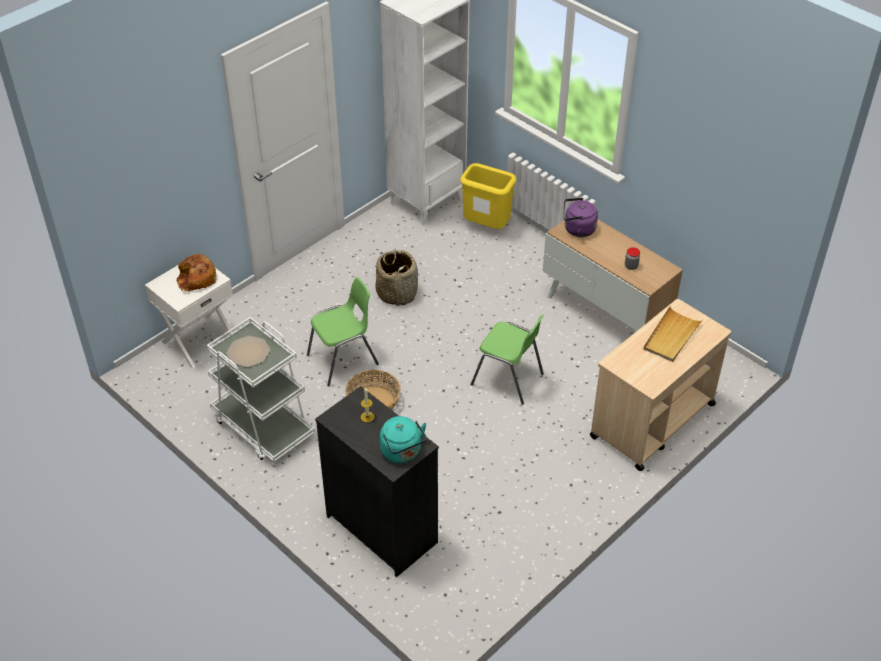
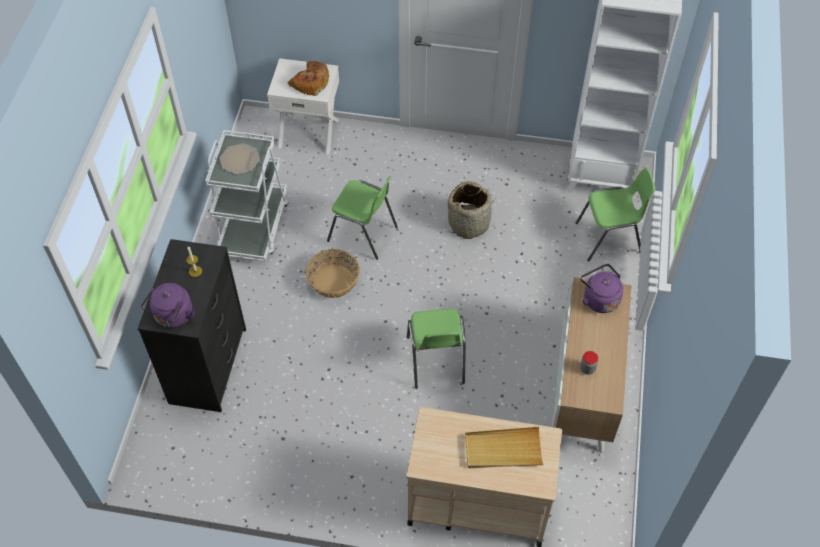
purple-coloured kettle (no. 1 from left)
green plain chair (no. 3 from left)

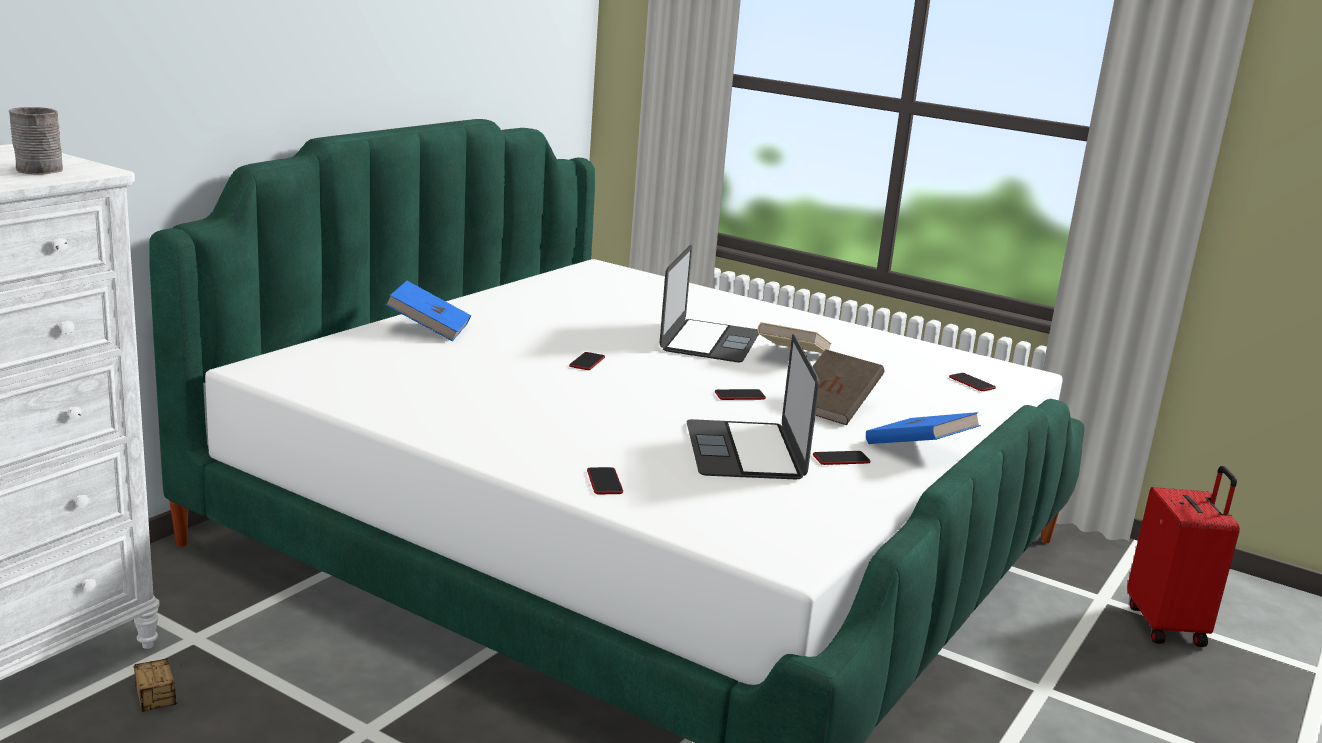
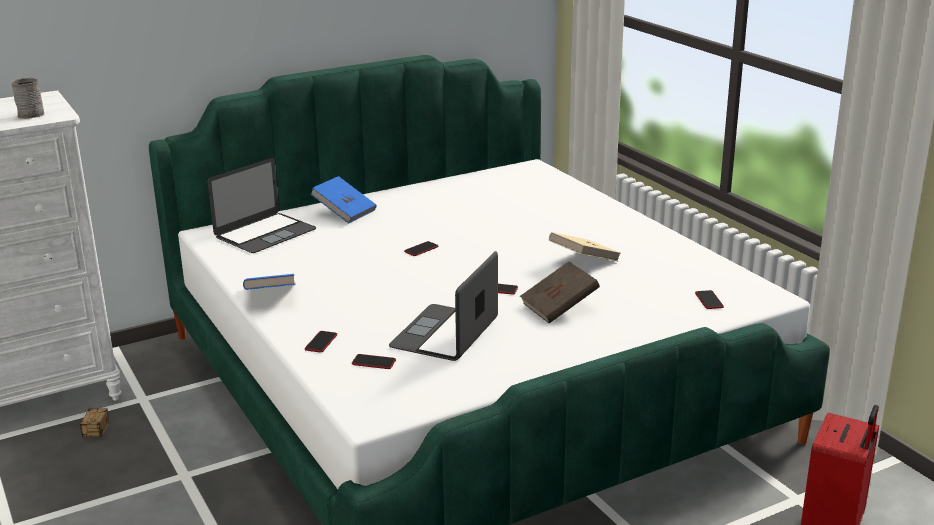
notebook computer (no. 1 from left)
blue bound book (no. 1 from left)
handset (no. 2 from left)

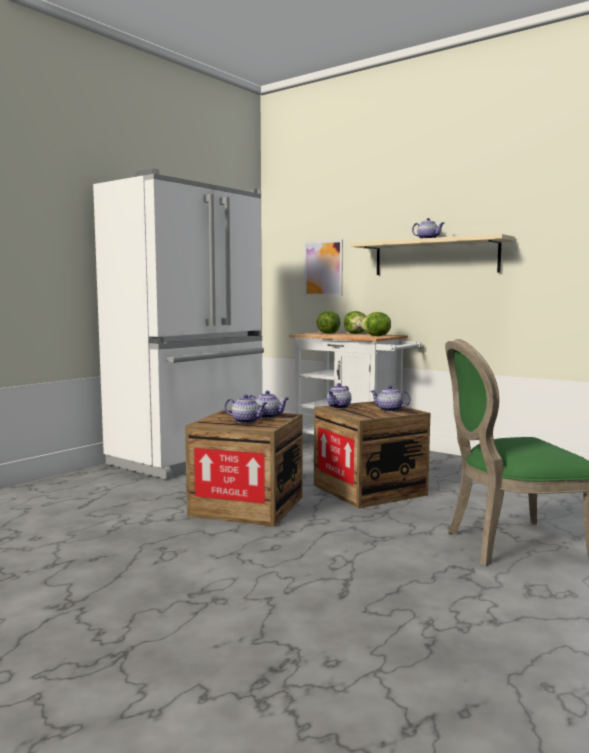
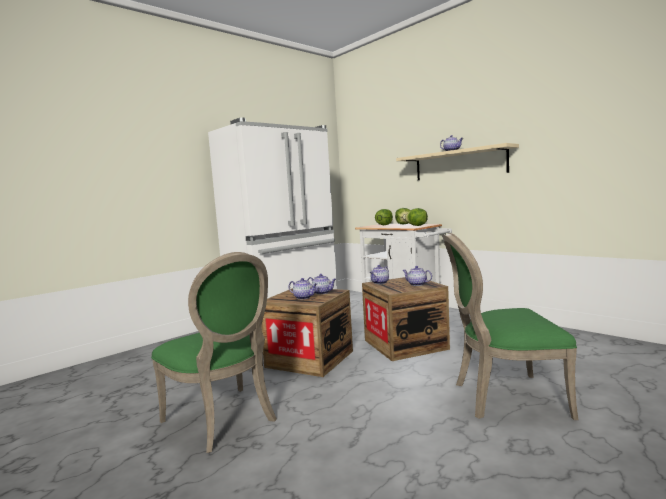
green plain chair (no. 1 from left)
wall art

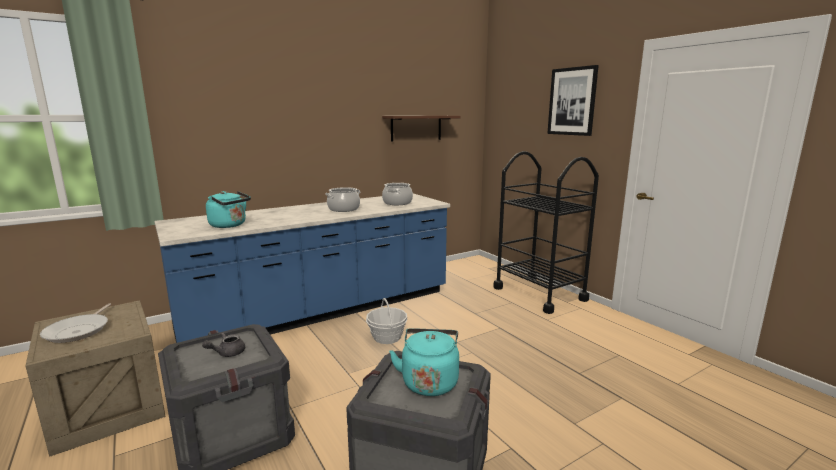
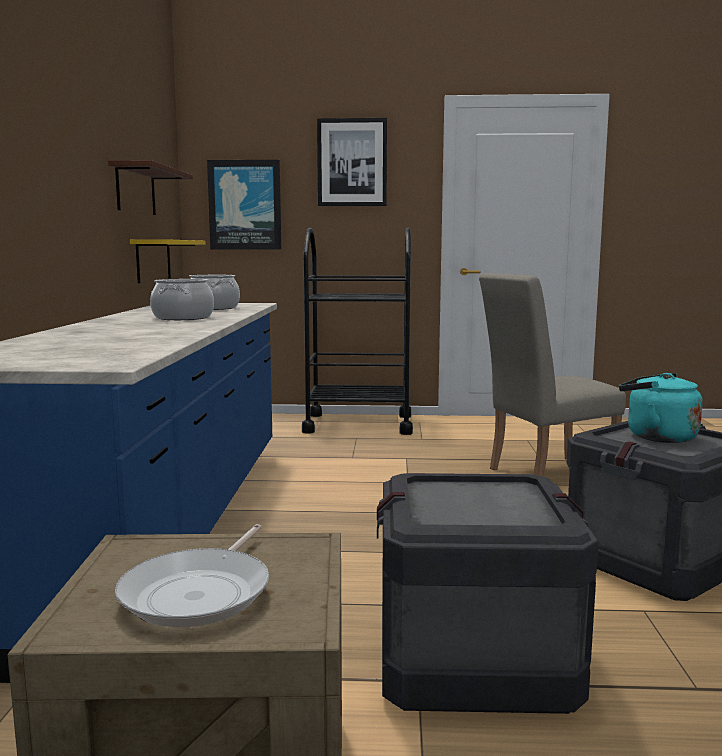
skillet
yellowish wall shelf
wall art (no. 1 from left)
beige plain chair
greyish pot for tea
blue-green kettle (no. 1 from left in the first image)
household basket

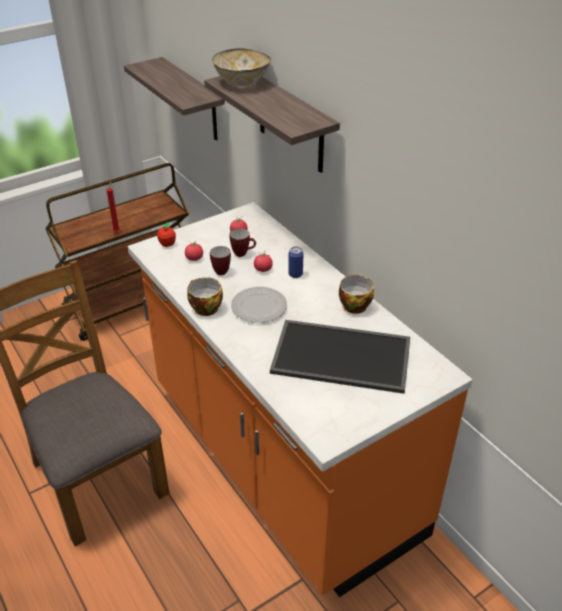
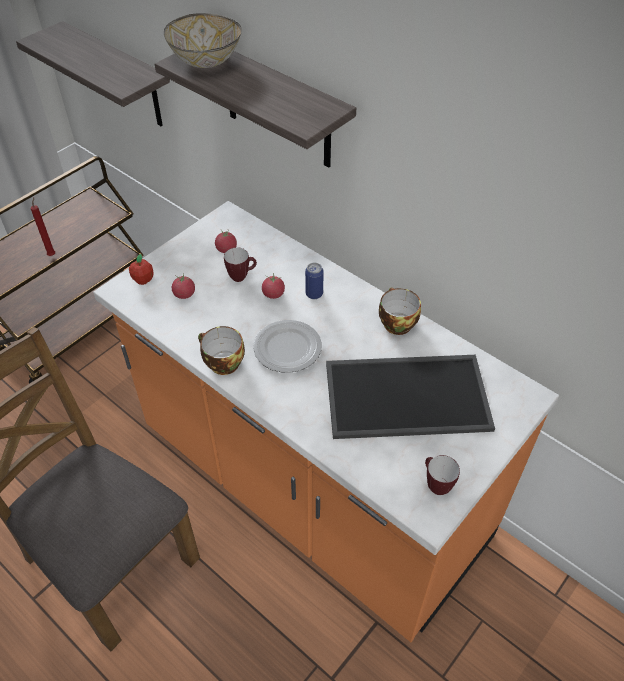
tea mug (no. 2 from left)

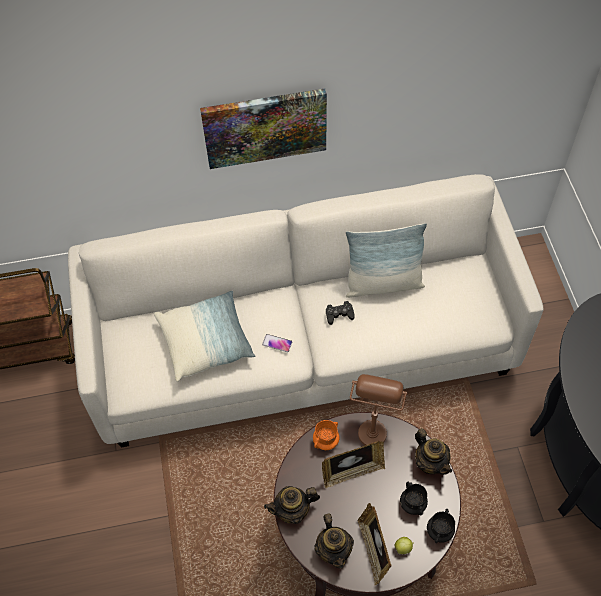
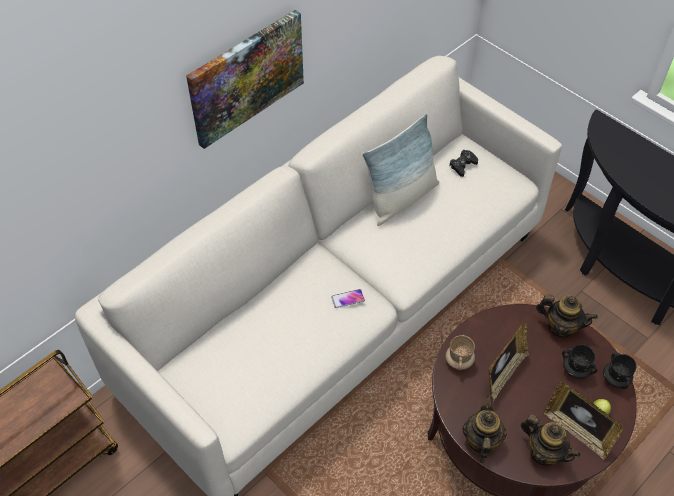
beige tea mug
black gamepad
pot for tea (no. 1 from left)
cushion (no. 1 from left in the first image)
brownish table lamp

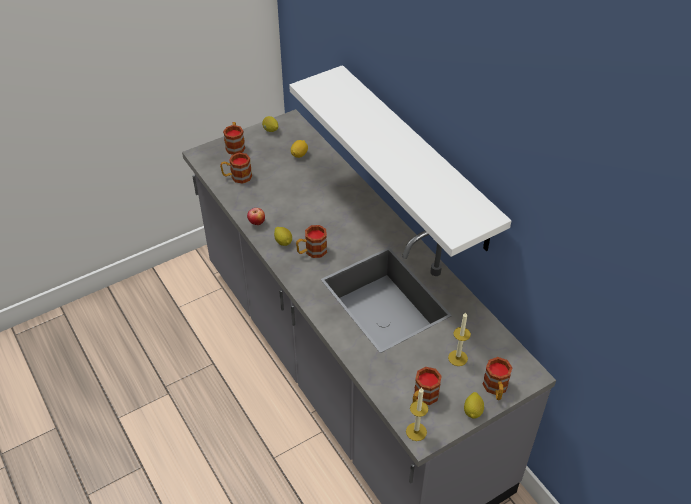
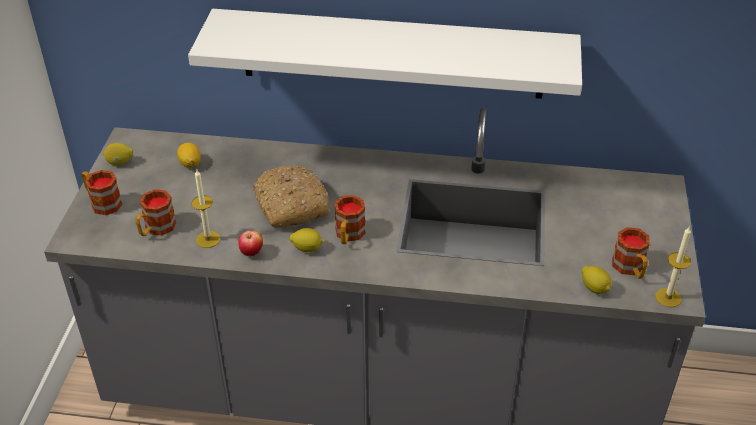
candle (no. 1 from left)
bakery bread
citrus fruit (no. 4 from left)
tea mug (no. 5 from left in the first image)

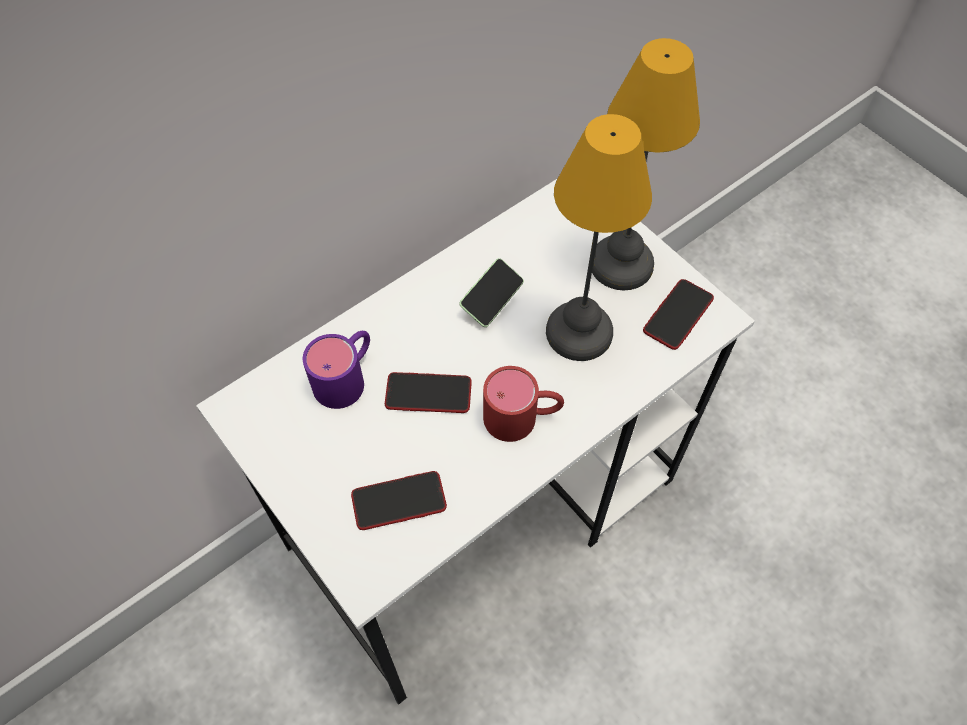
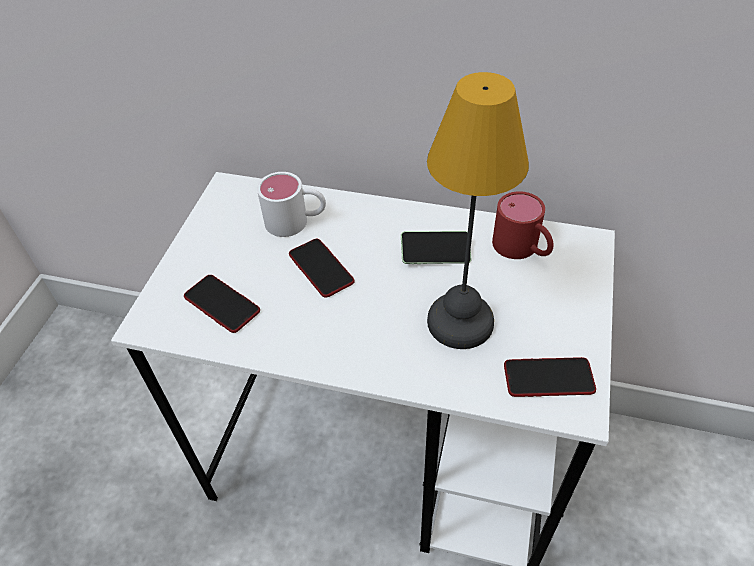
white-coloured tea mug
red tea mug
table lamp (no. 2 from left in the first image)

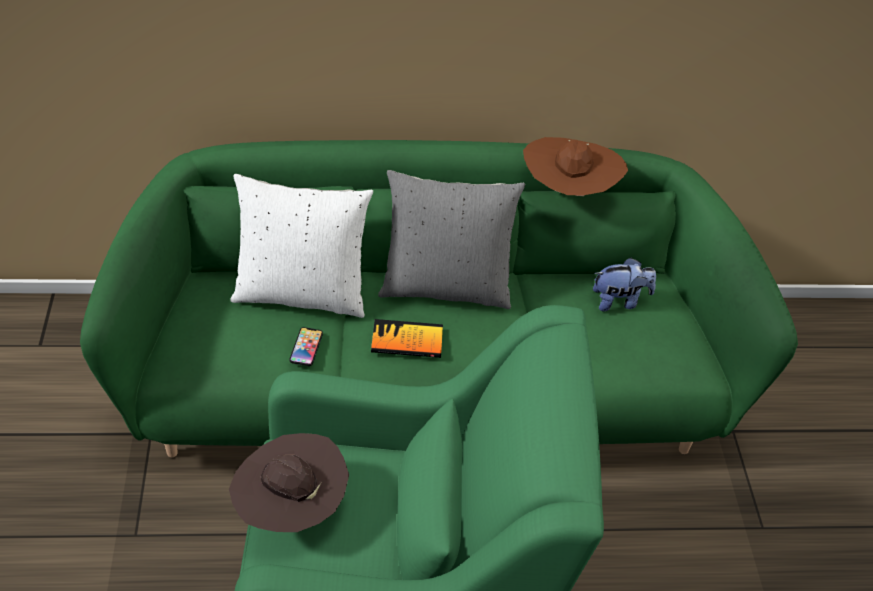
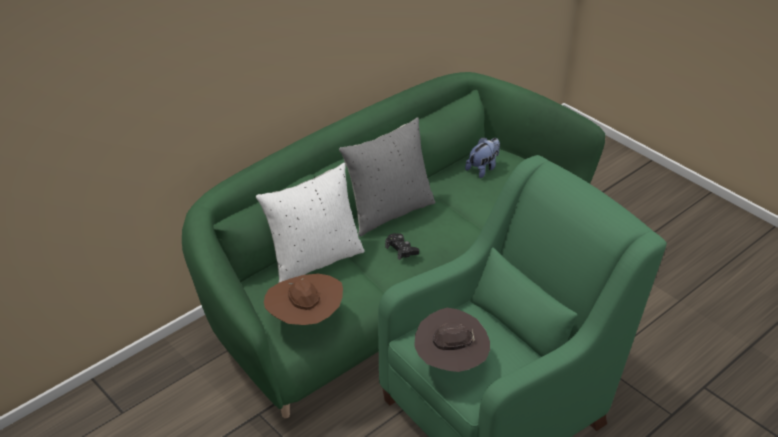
brownish hat (no. 1 from left)
black gamepad
handset

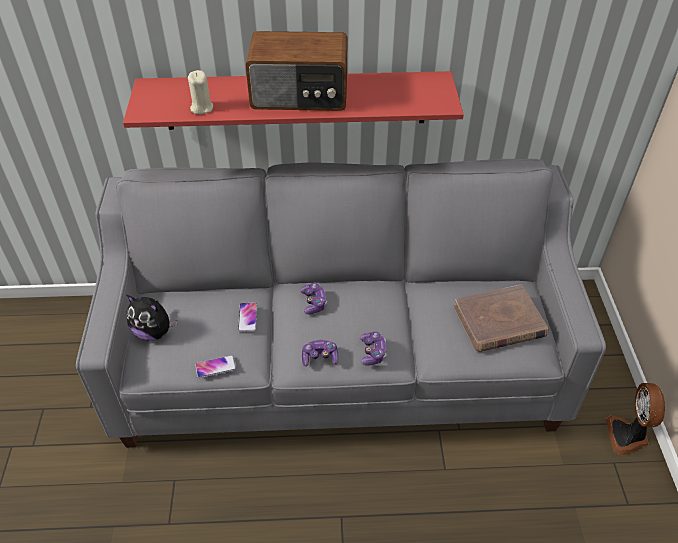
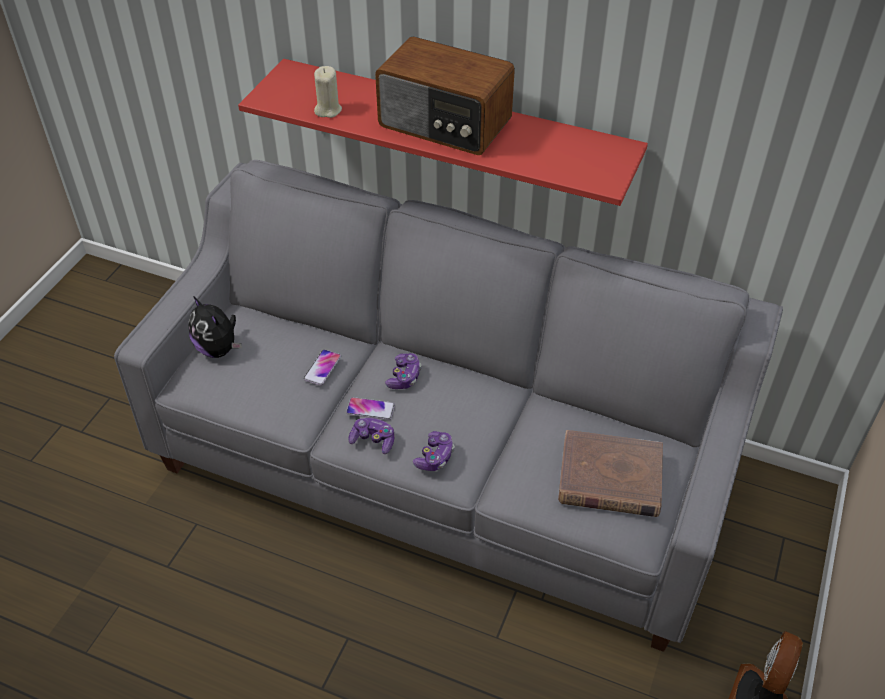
handset (no. 2 from left)

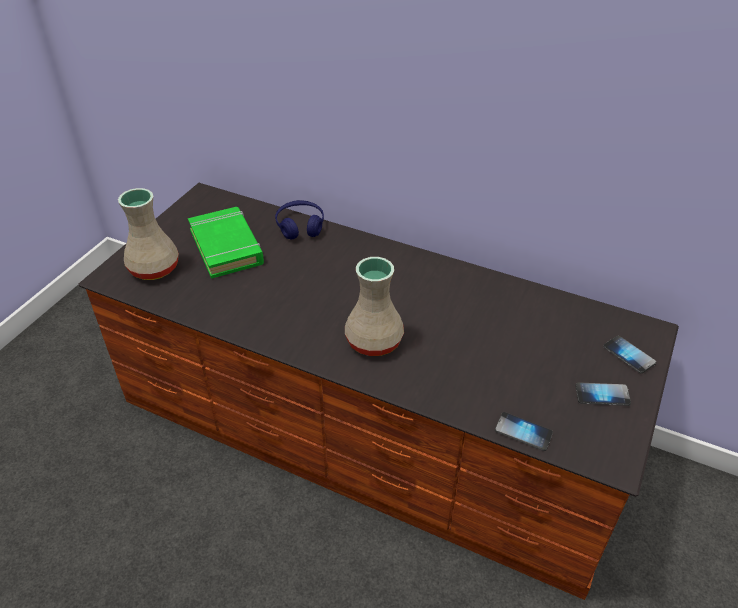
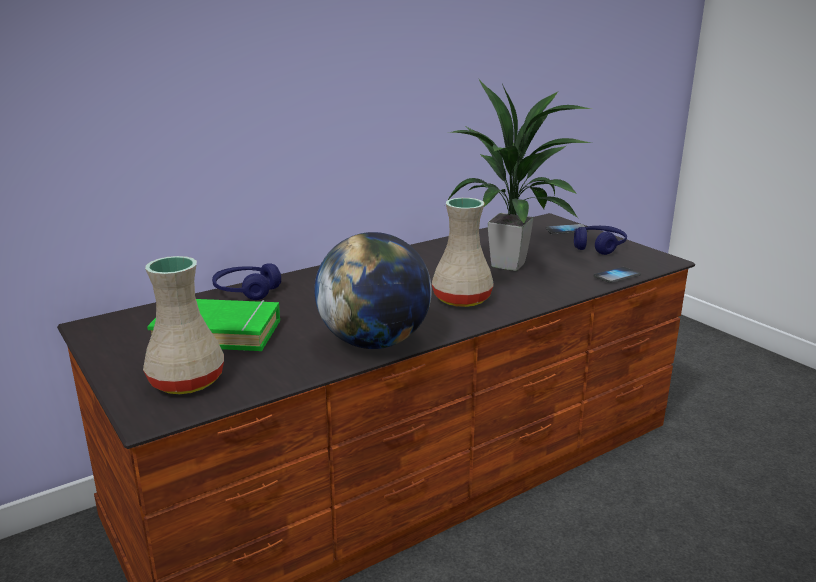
desk globe
potted plant
blue headphones (no. 2 from left)

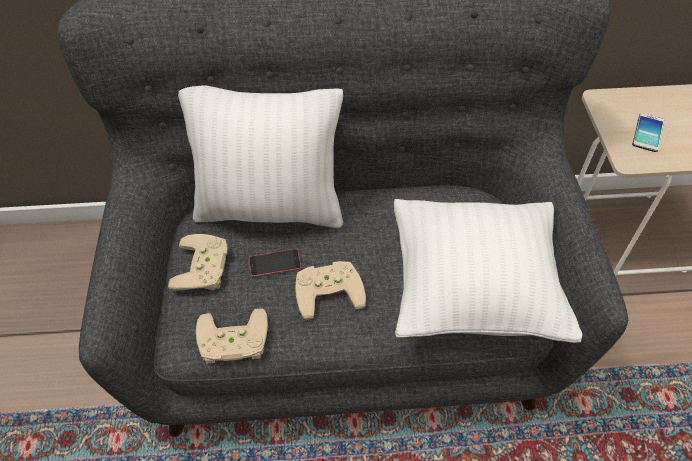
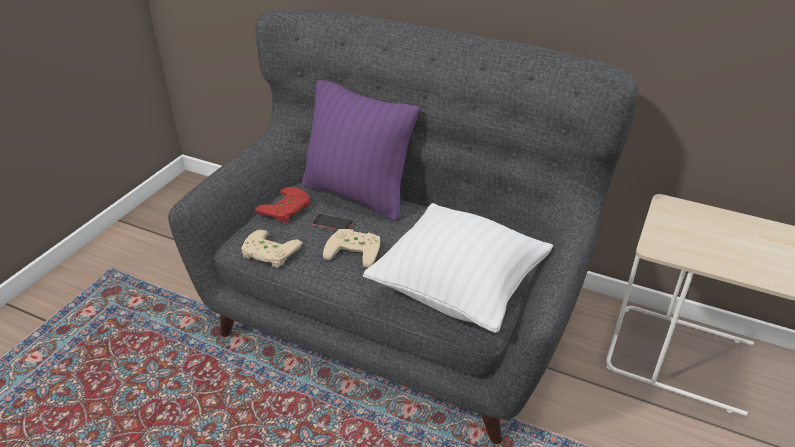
red gamepad
purple-coloured cushion
handset (no. 2 from left in the first image)

